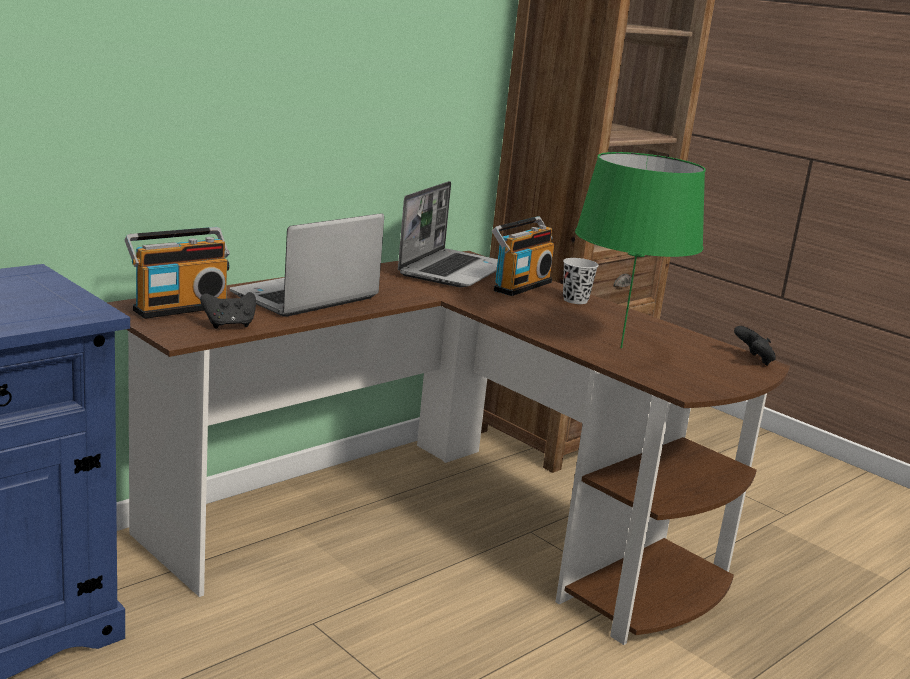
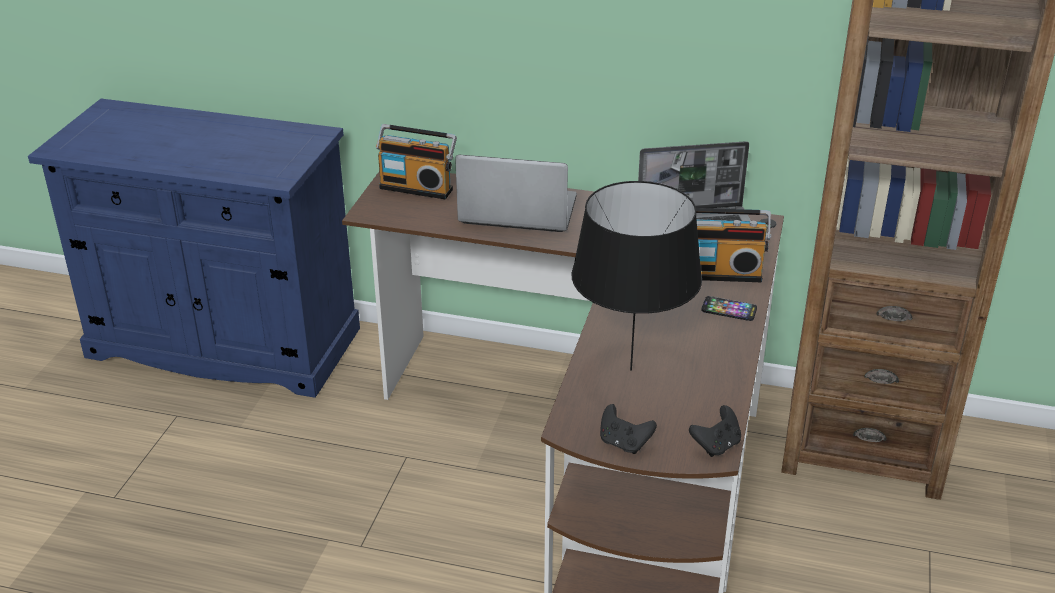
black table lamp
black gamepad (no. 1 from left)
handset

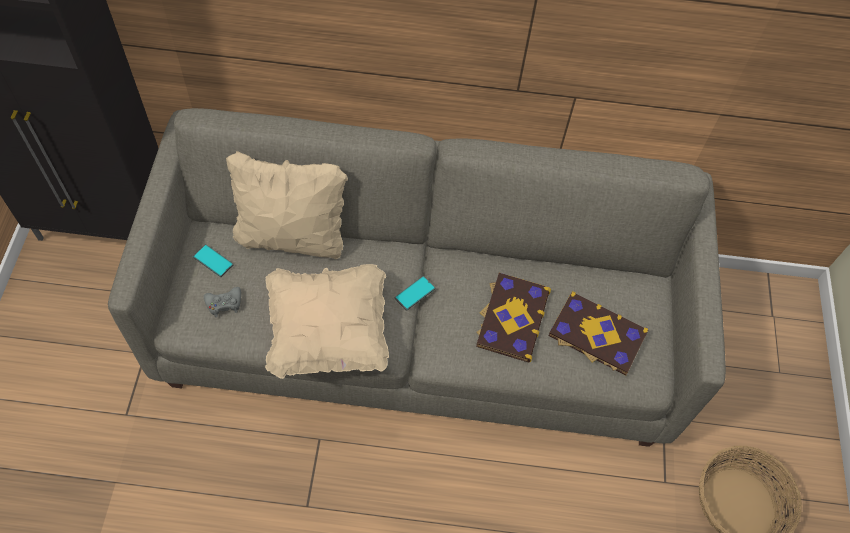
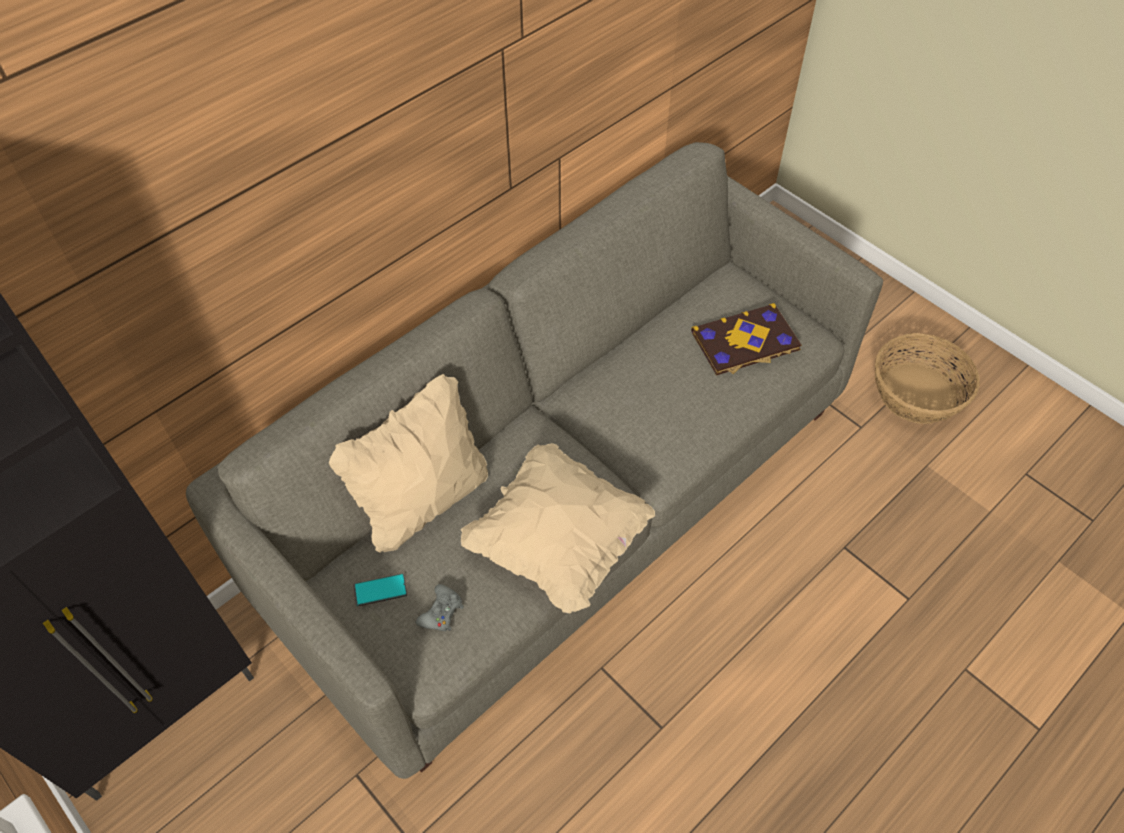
handset (no. 2 from left in the first image)
bound book (no. 1 from left in the first image)

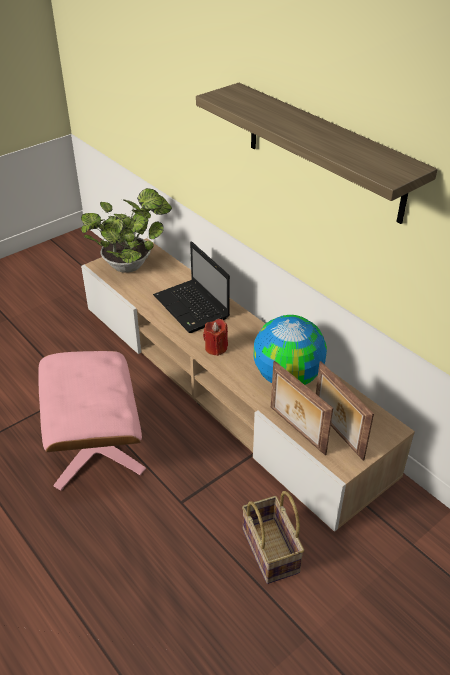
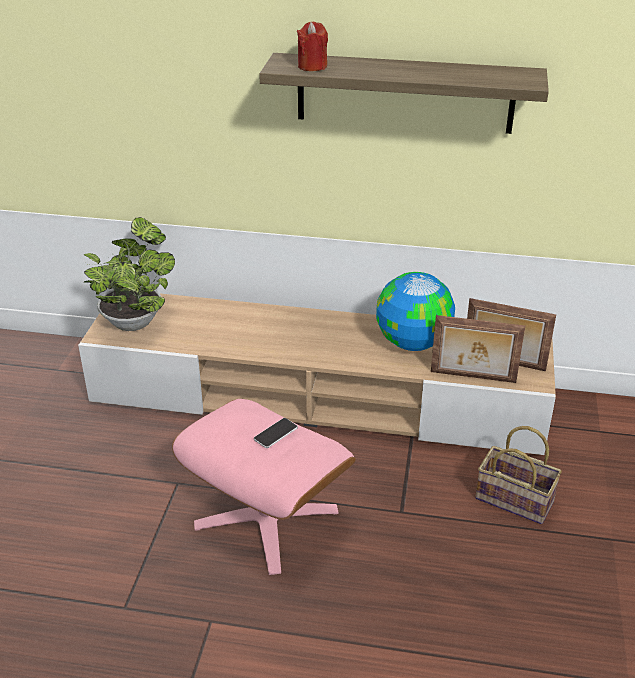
handset
red candle
notebook computer

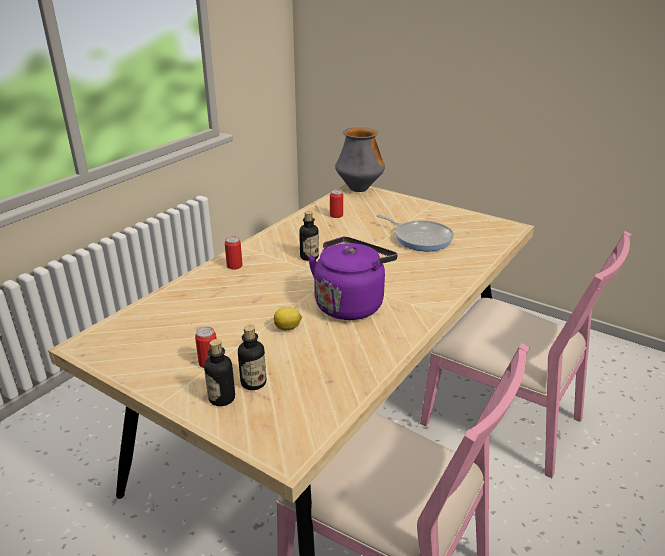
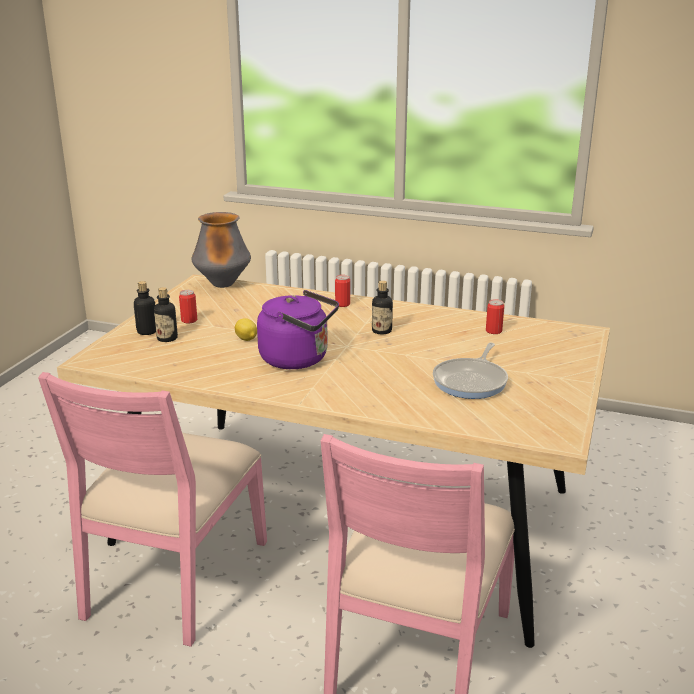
flower vase

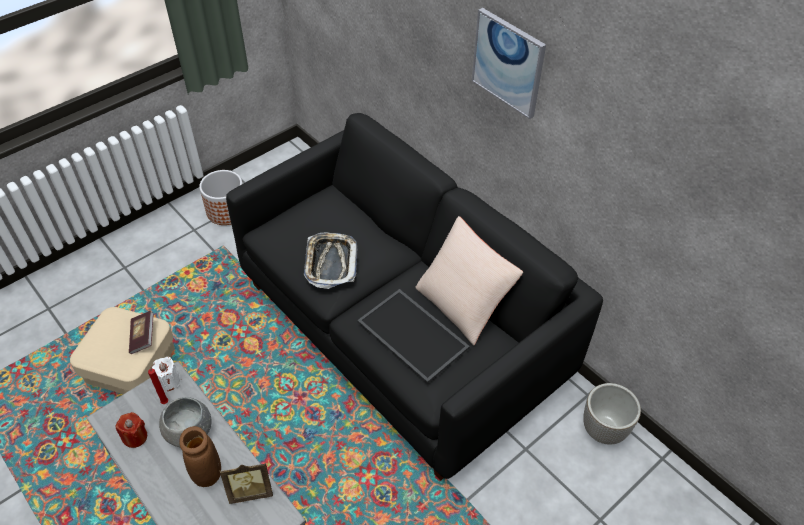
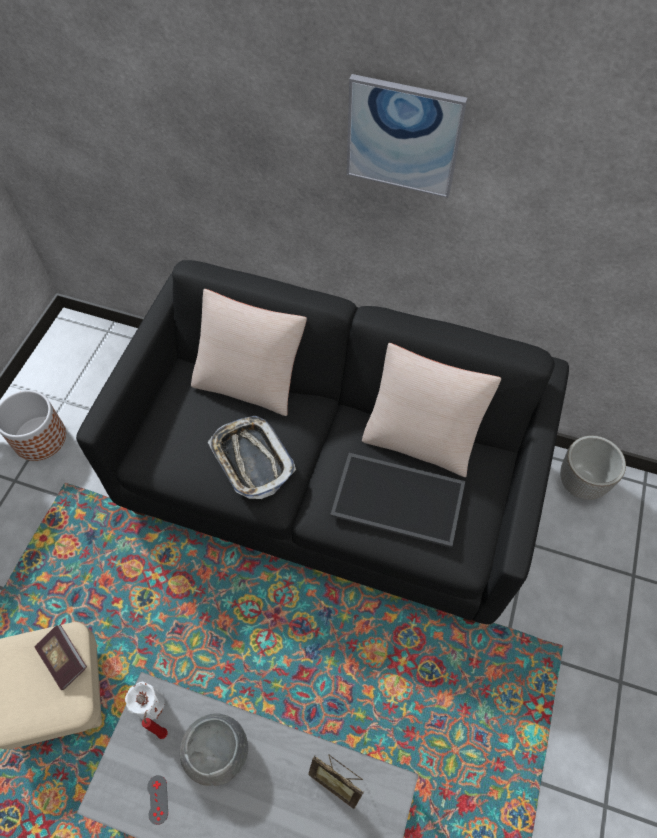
greyish gamepad
beige cushion (no. 1 from left)
standing frame
brownish flower vase

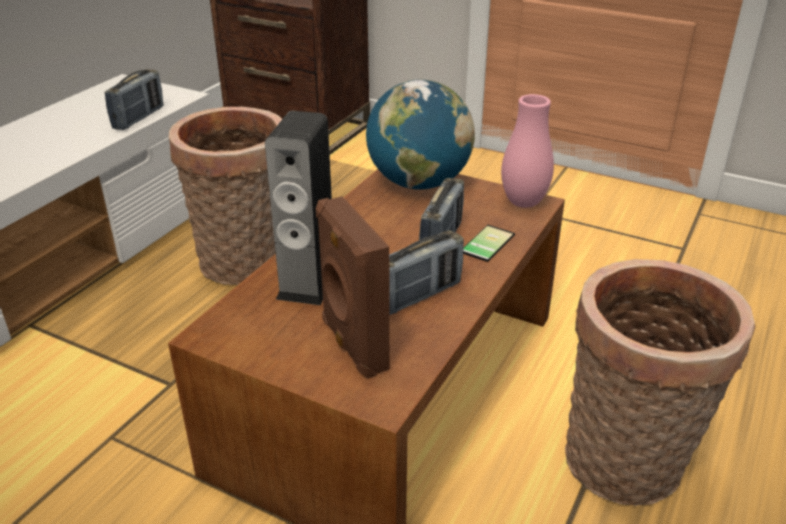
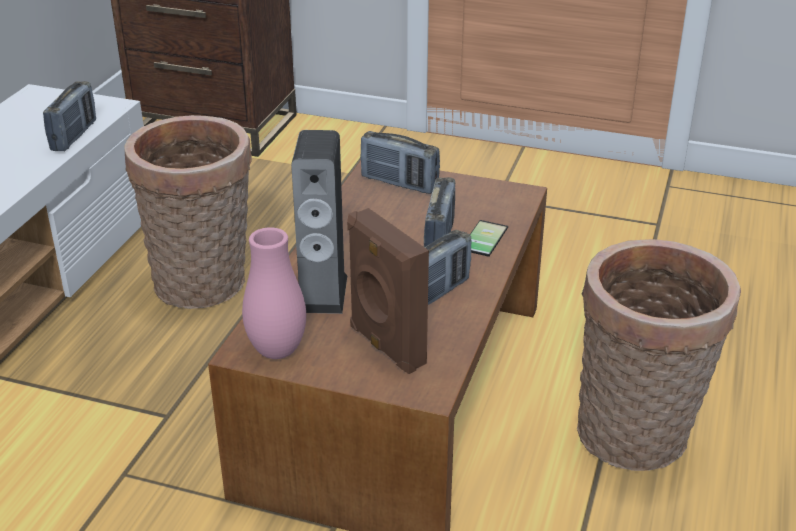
pinkish flower vase
radio receiver (no. 2 from left)

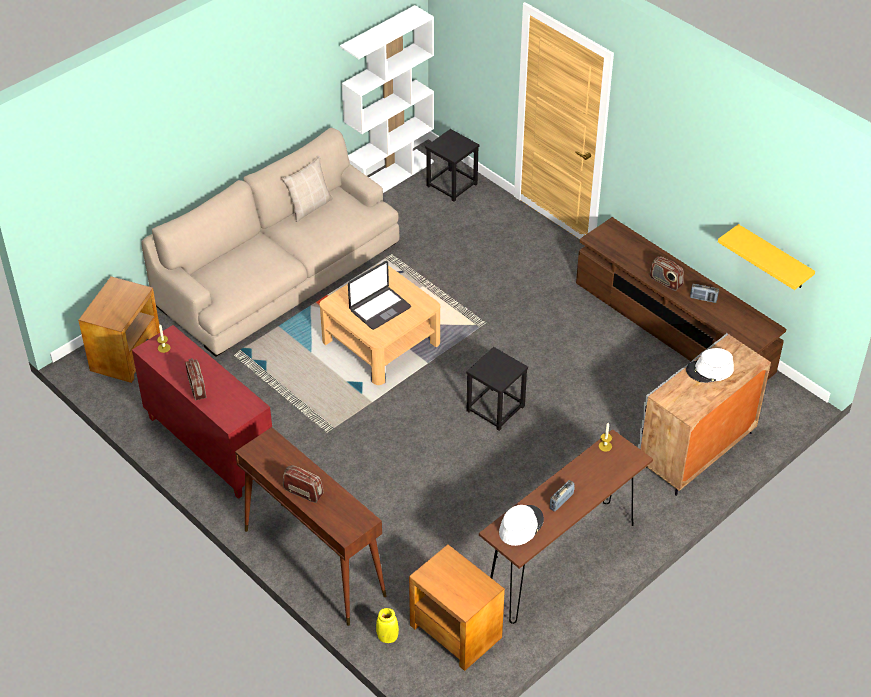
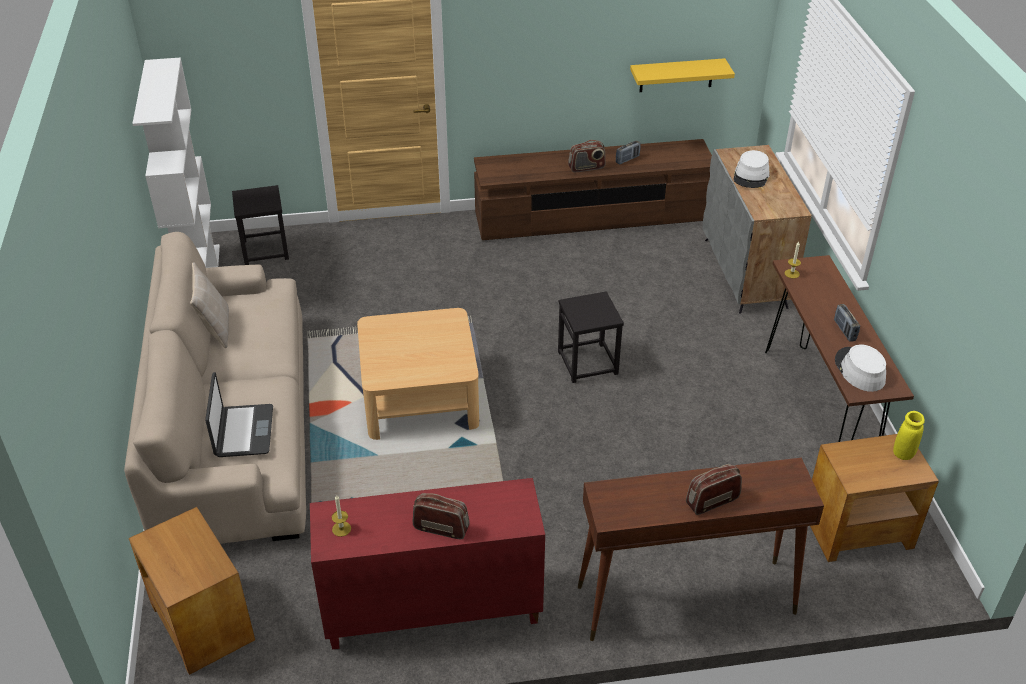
notebook computer
yellowish flower vase

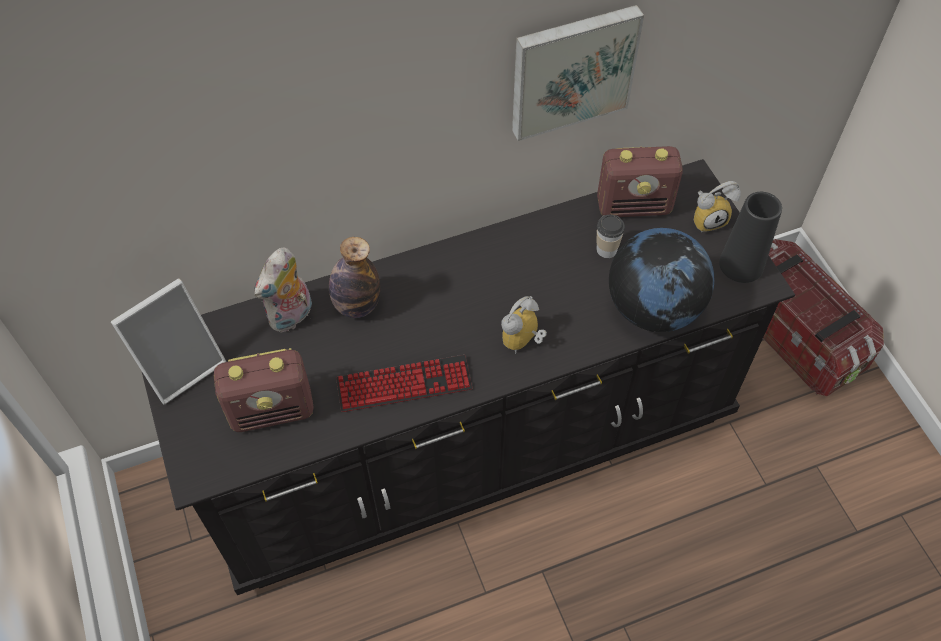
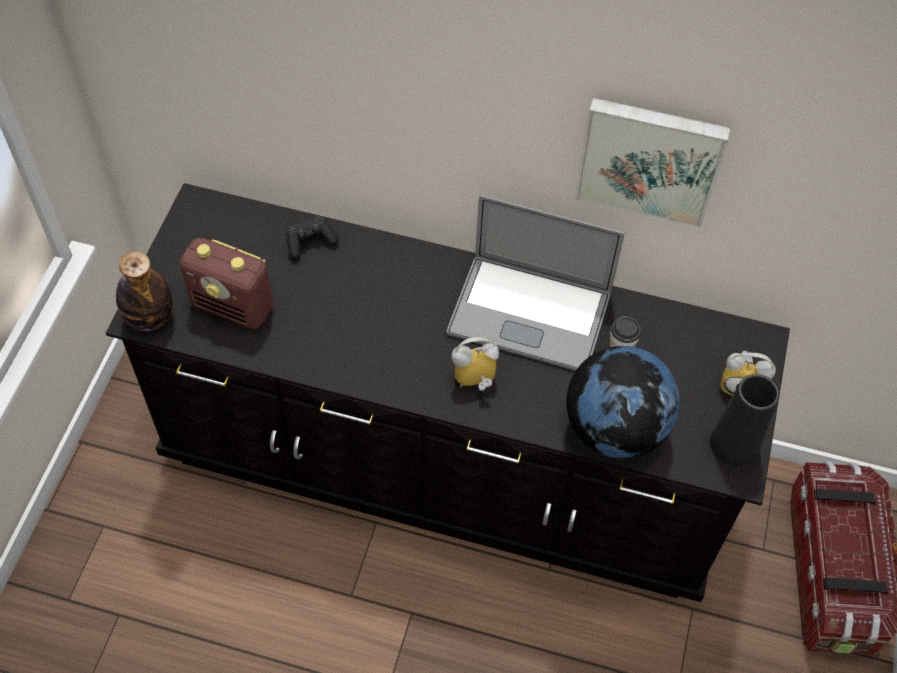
drink bottle
black gamepad
notebook computer
standing frame
keyboard
radio receiver (no. 2 from left in the first image)

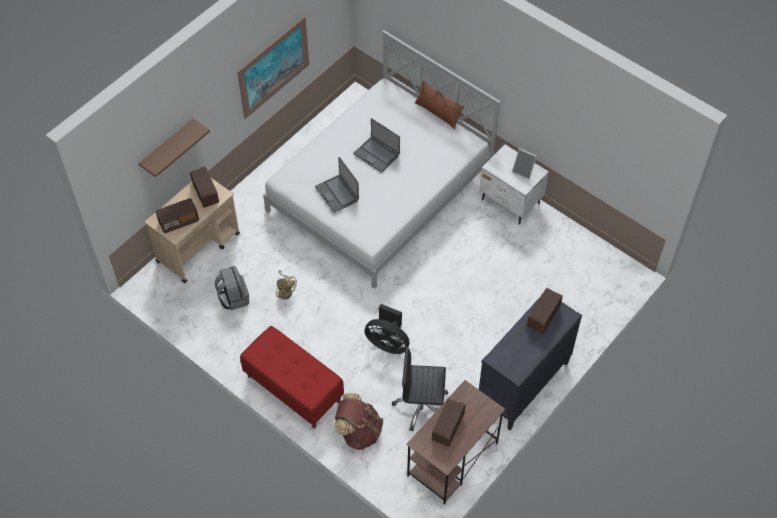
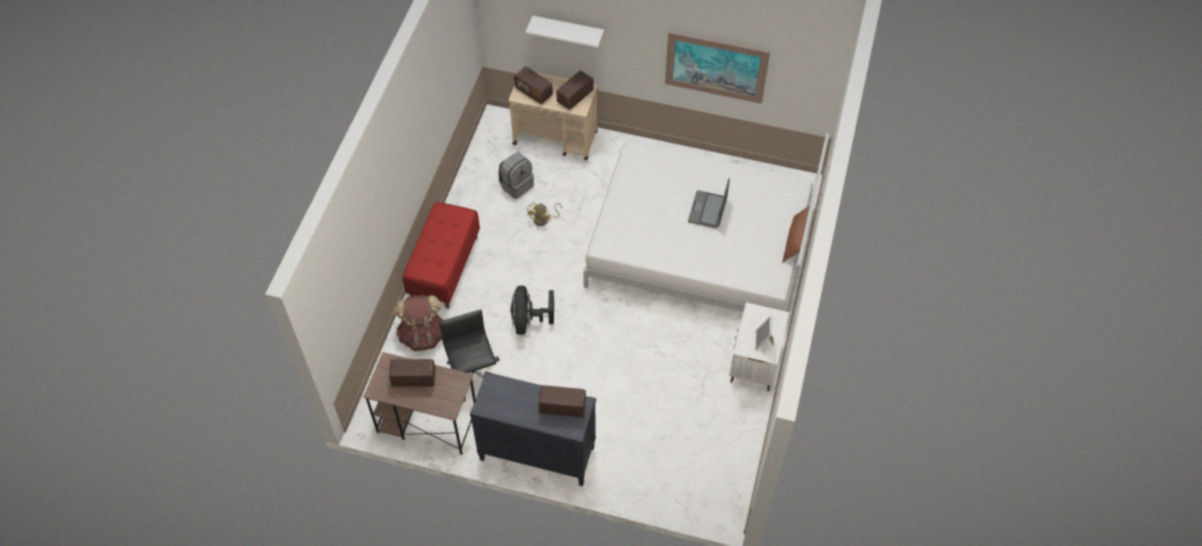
white-coloured wall shelf
notebook computer (no. 1 from left in the first image)

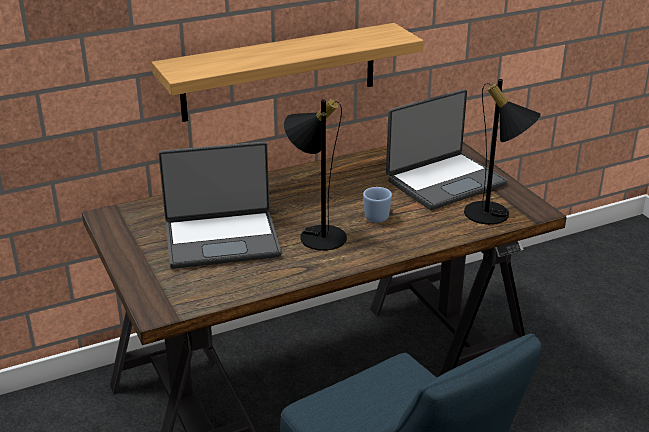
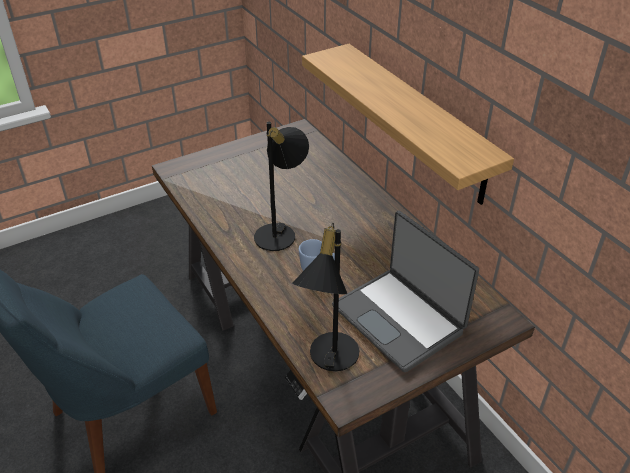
notebook computer (no. 1 from left in the first image)

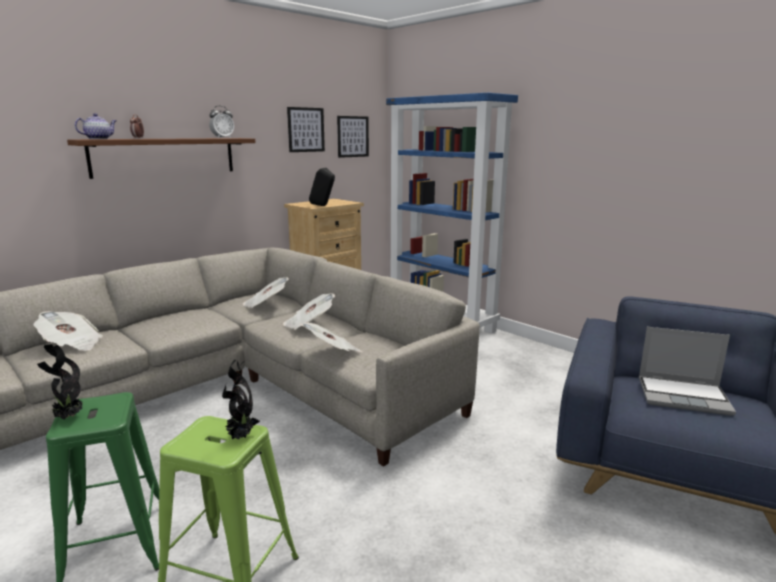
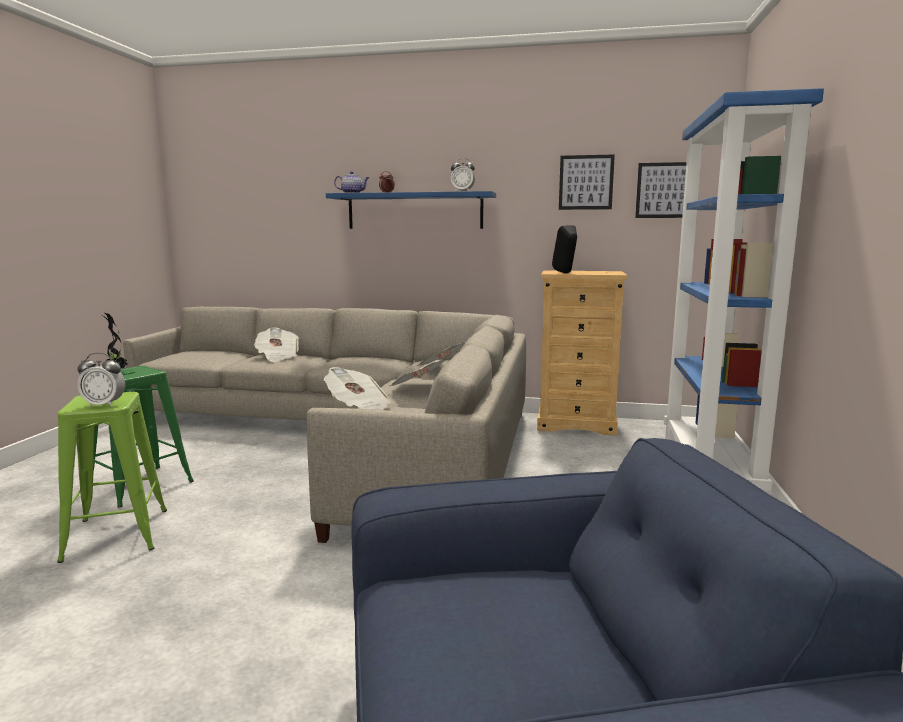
bedside clock (no. 1 from left)
blue wall shelf
notebook computer

